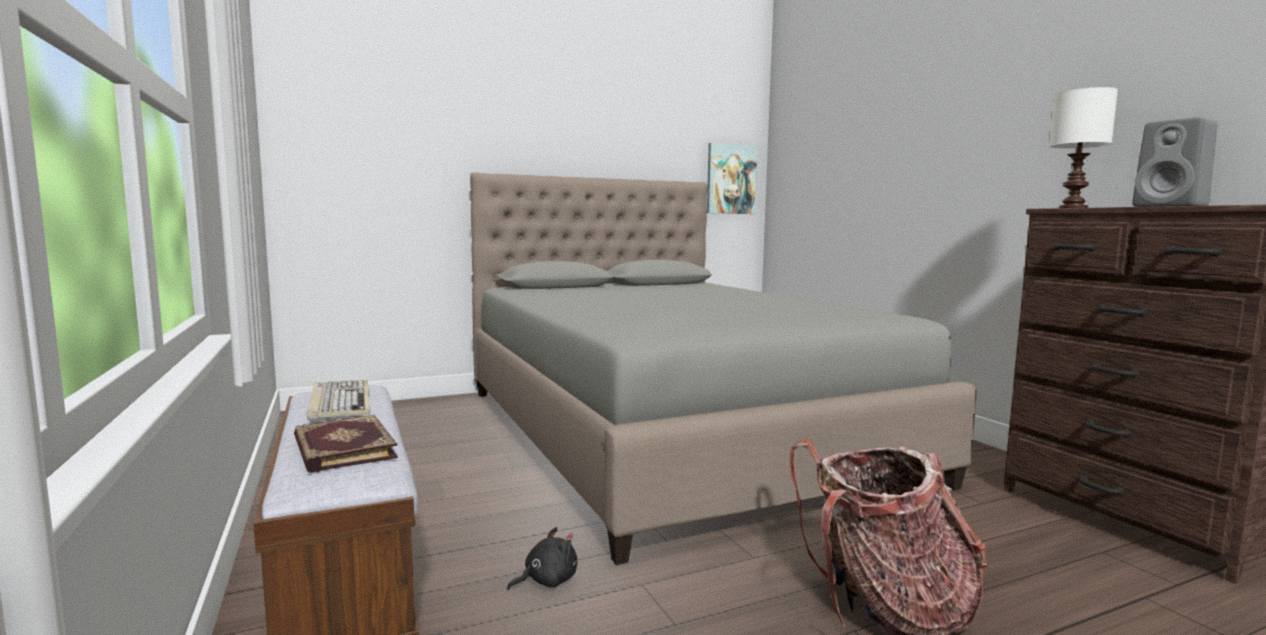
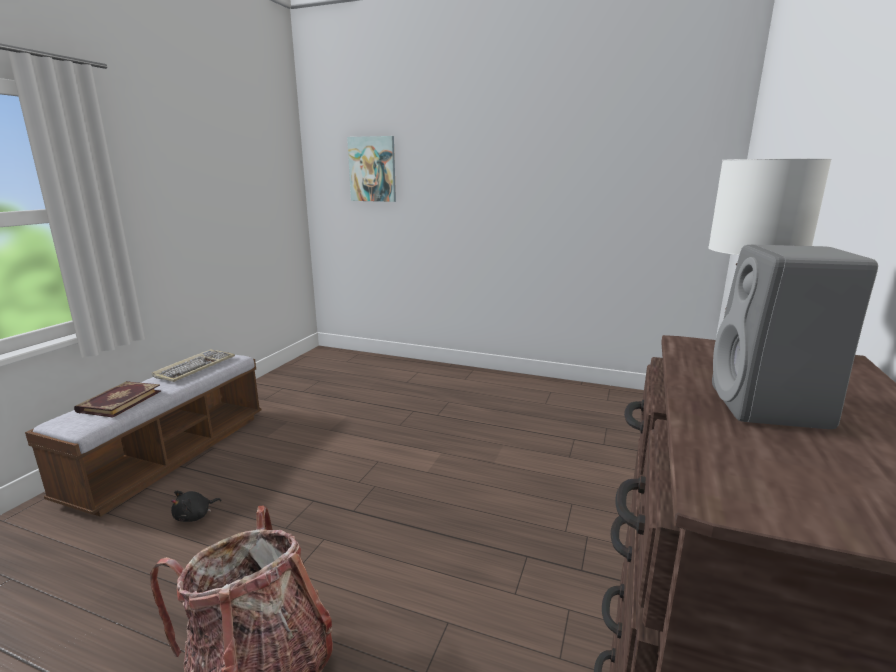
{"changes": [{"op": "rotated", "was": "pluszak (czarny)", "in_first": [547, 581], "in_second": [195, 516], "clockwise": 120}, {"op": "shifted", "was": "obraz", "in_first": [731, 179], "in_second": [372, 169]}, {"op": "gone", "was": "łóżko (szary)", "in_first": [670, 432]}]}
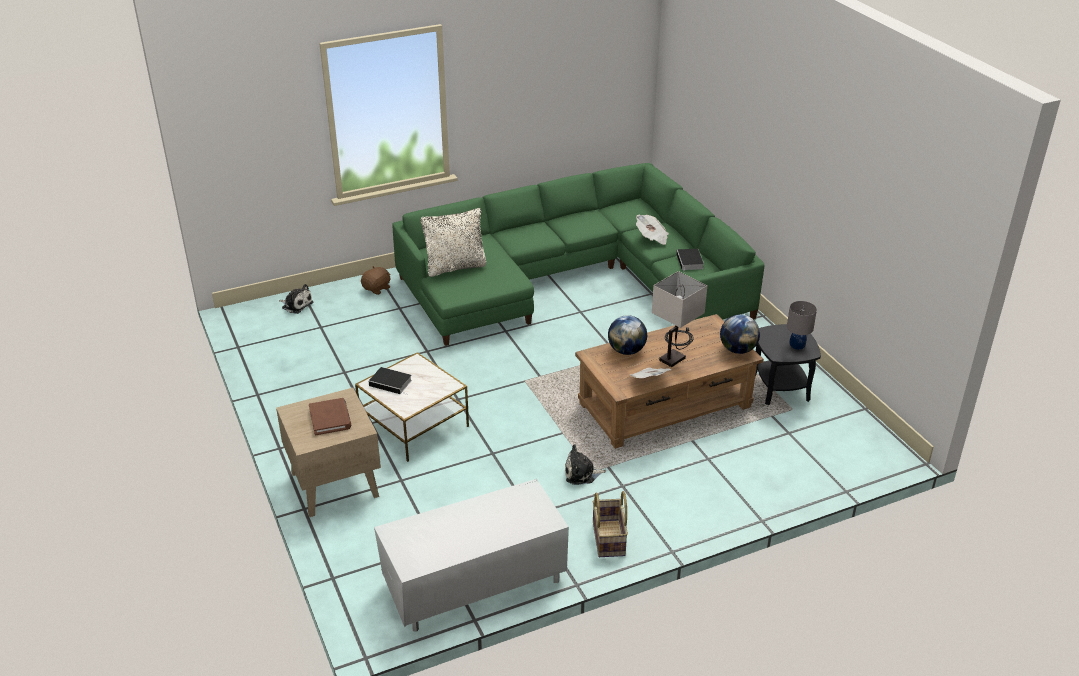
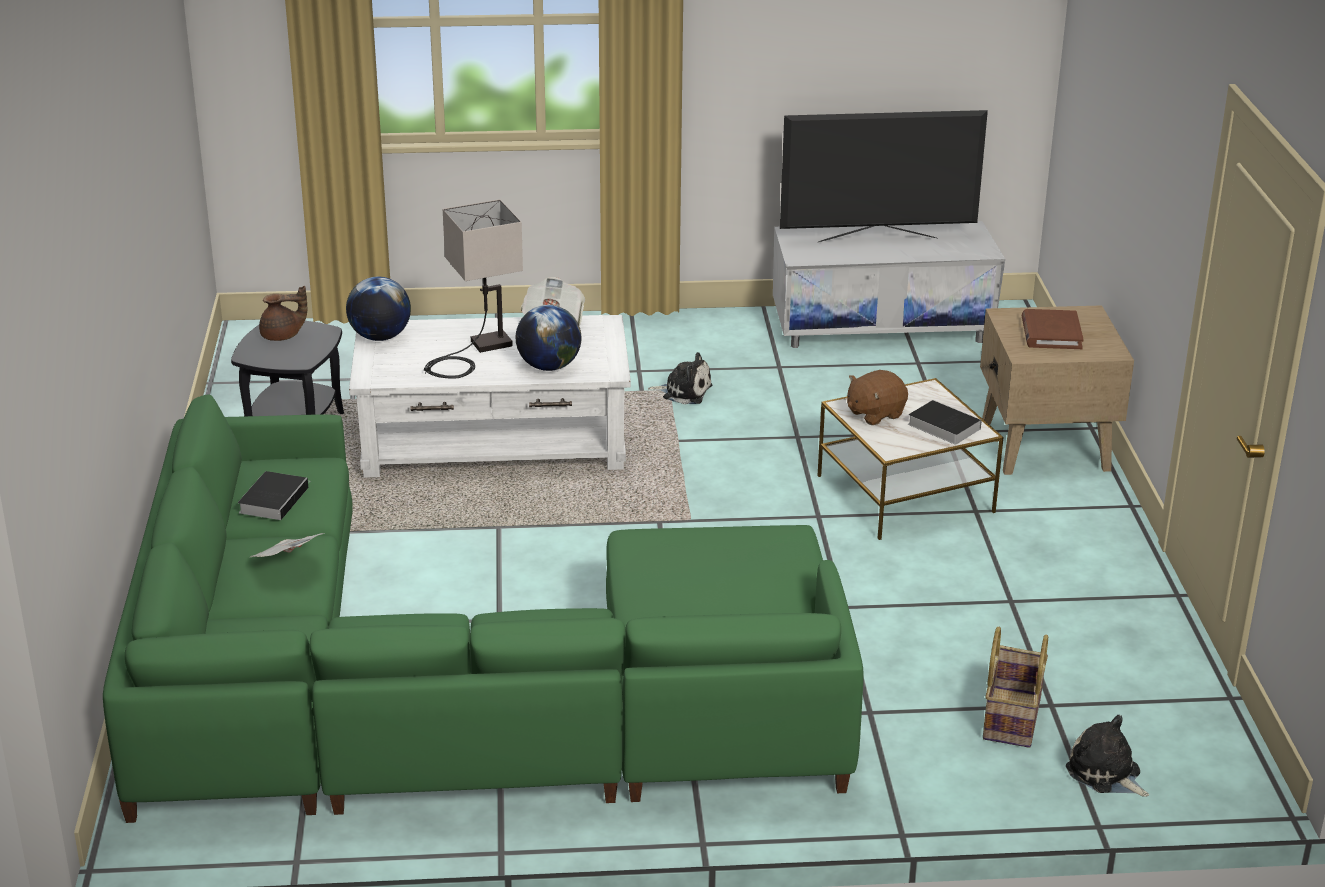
{"changes": [{"op": "swapped", "was": "lampa stołowa (szary)", "now": "imbryk (brązowy)", "in_first": [796, 346], "in_second": [282, 336]}, {"op": "repainted", "was": "ława (brązowy)", "now": "ława (biały)", "in_first": [665, 405], "in_second": [493, 442]}, {"op": "new", "now": "telewizor", "in_second": [877, 239]}, {"op": "shifted", "was": "pluszak (brązowy)", "in_first": [377, 288], "in_second": [874, 413]}, {"op": "shifted", "was": "koszyk", "in_first": [609, 539], "in_second": [1010, 717]}, {"op": "gone", "was": "poduszka (beżowy)", "in_first": [456, 268]}]}
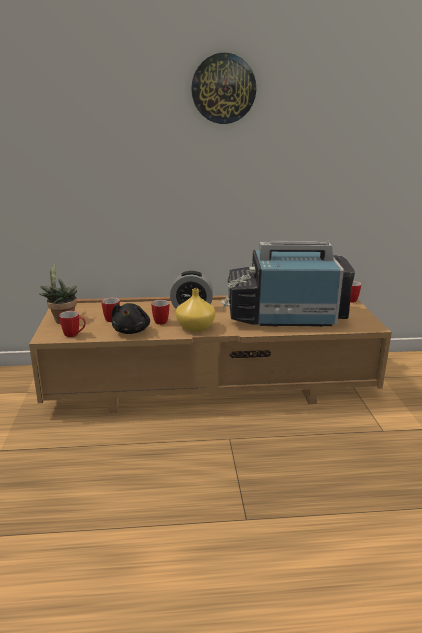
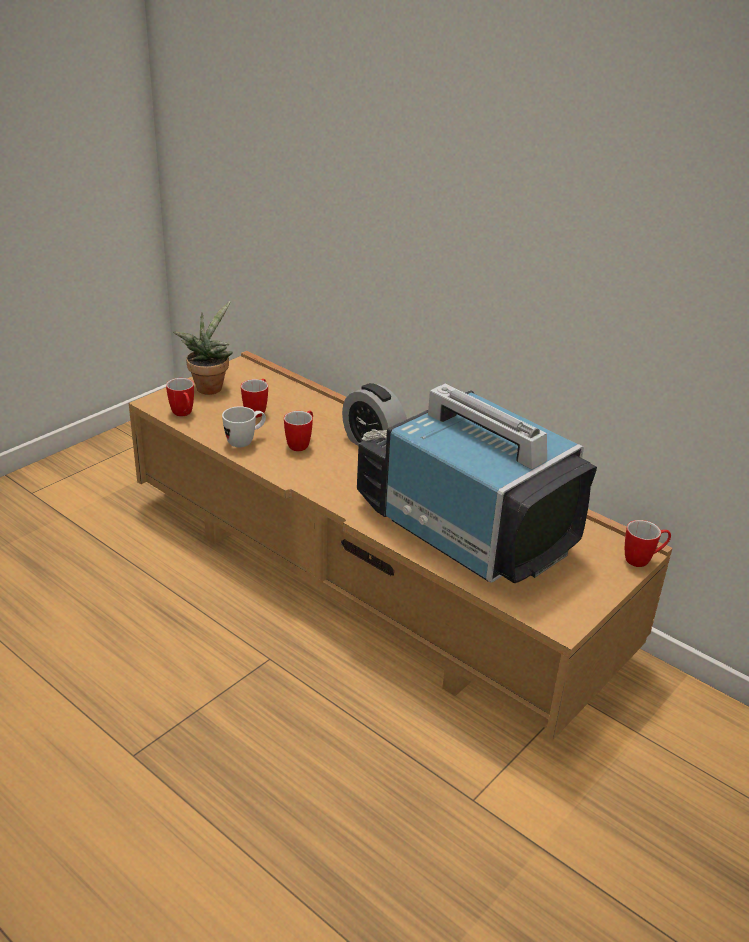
{"changes": [{"op": "swapped", "was": "pluszak (czarny)", "now": "kubek (biały)", "in_first": [132, 331], "in_second": [245, 441]}, {"op": "gone", "was": "wazon (żółty)", "in_first": [194, 327]}, {"op": "gone", "was": "zegar ścienny", "in_first": [223, 89]}]}
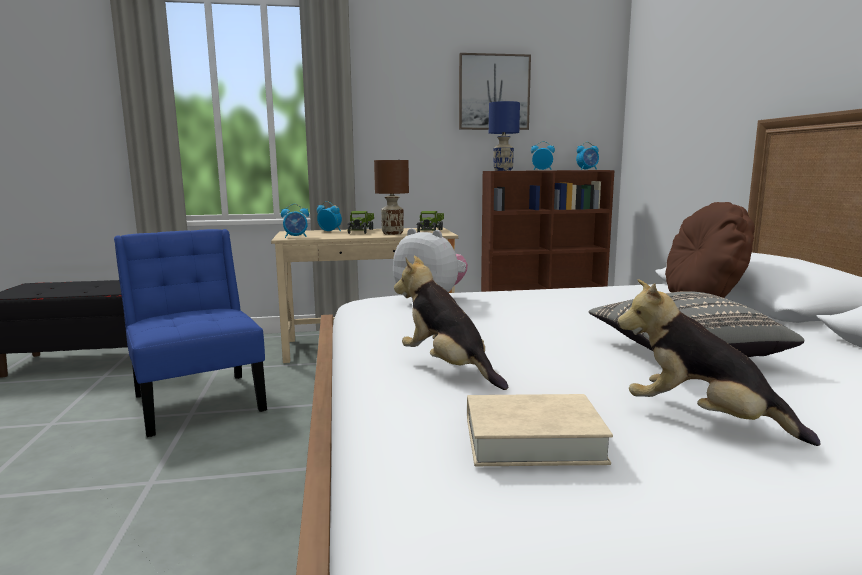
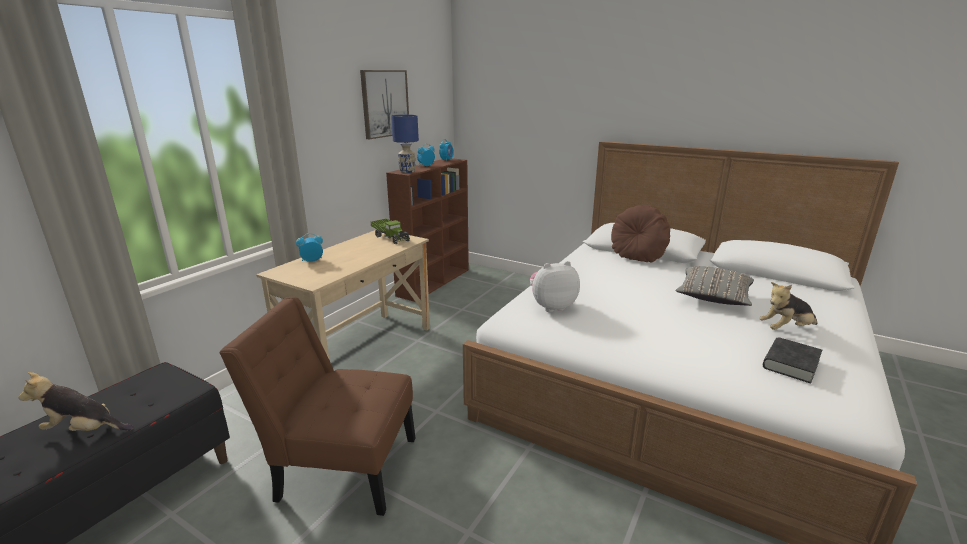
{"changes": [{"op": "shifted", "was": "pluszak", "in_first": [447, 368], "in_second": [84, 430]}, {"op": "repainted", "was": "krzesło (niebieski)", "now": "krzesło (brązowy)", "in_first": [198, 400], "in_second": [341, 466]}, {"op": "repainted", "was": "książka (beżowy)", "now": "książka (czarny)", "in_first": [532, 440], "in_second": [790, 364]}, {"op": "gone", "was": "budzik", "in_first": [296, 237]}, {"op": "gone", "was": "ciężarówka zabawkowa", "in_first": [361, 231]}, {"op": "gone", "was": "lampa stołowa (brązowy)", "in_first": [393, 233]}]}
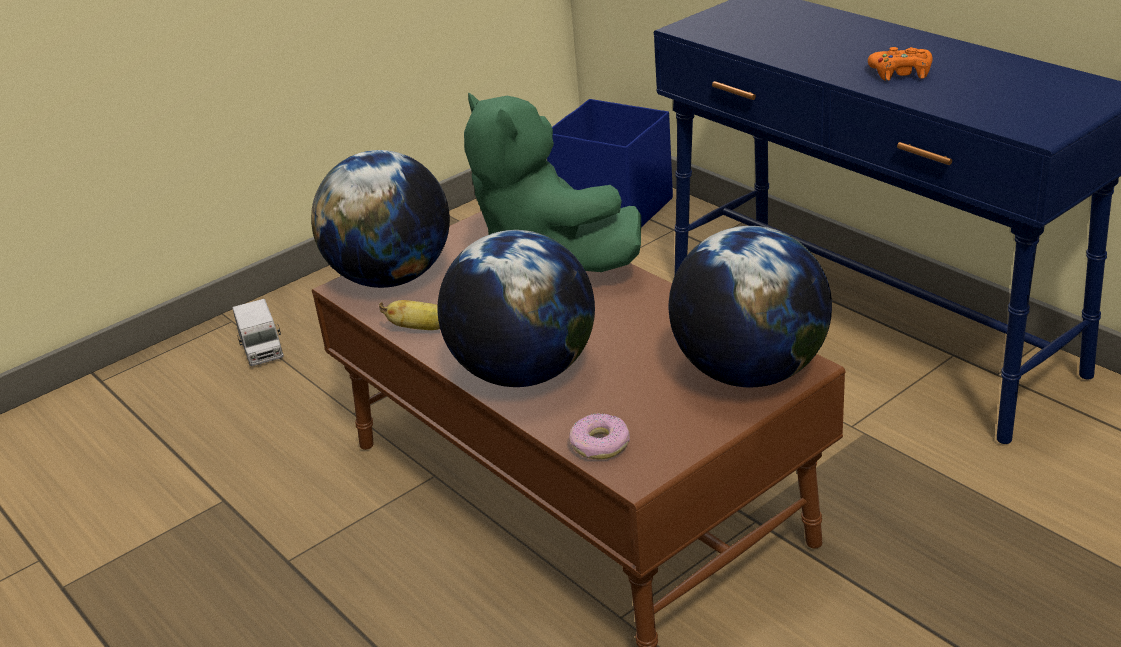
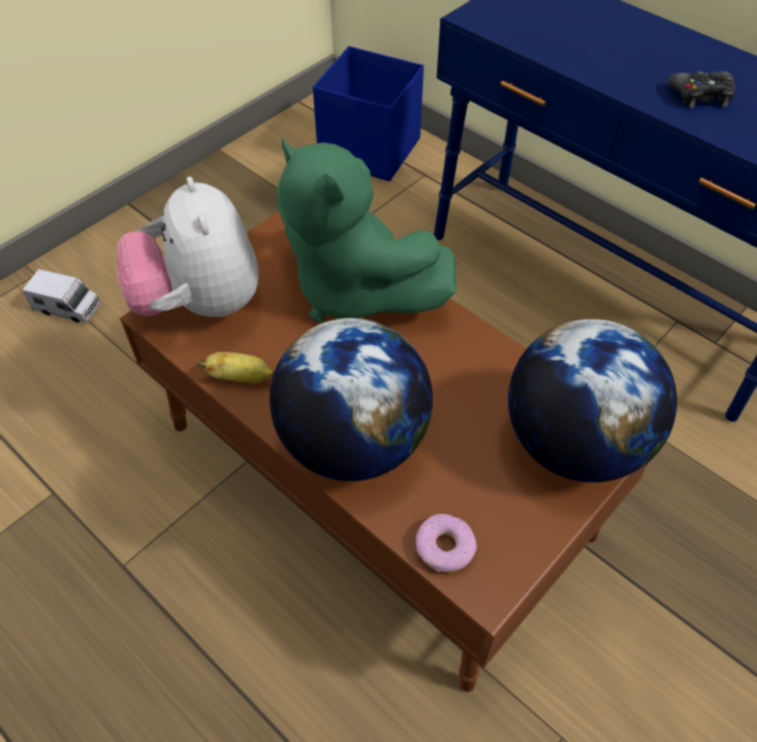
{"changes": [{"op": "rotated", "was": "ciężarówka zabawkowa", "in_first": [261, 348], "in_second": [68, 308], "clockwise": -45}, {"op": "swapped", "was": "globus", "now": "pluszak", "in_first": [392, 277], "in_second": [200, 303]}, {"op": "repainted", "was": "pad do gier (pomarańczowy)", "now": "pad do gier (czarny)", "in_first": [901, 72], "in_second": [700, 96]}]}
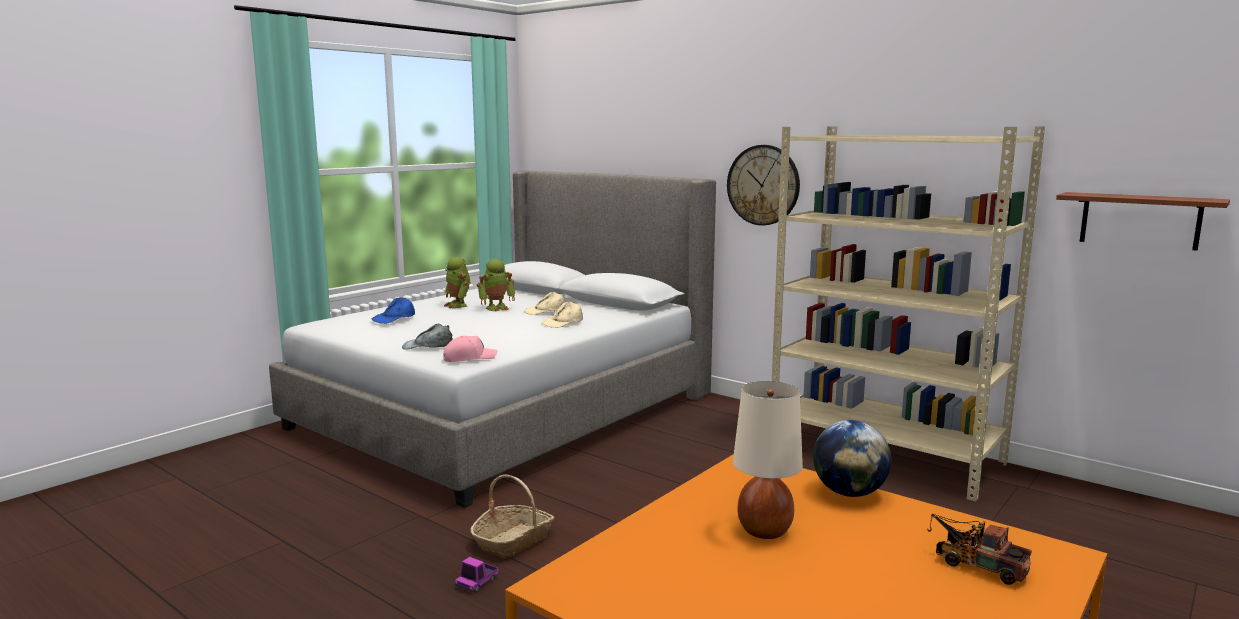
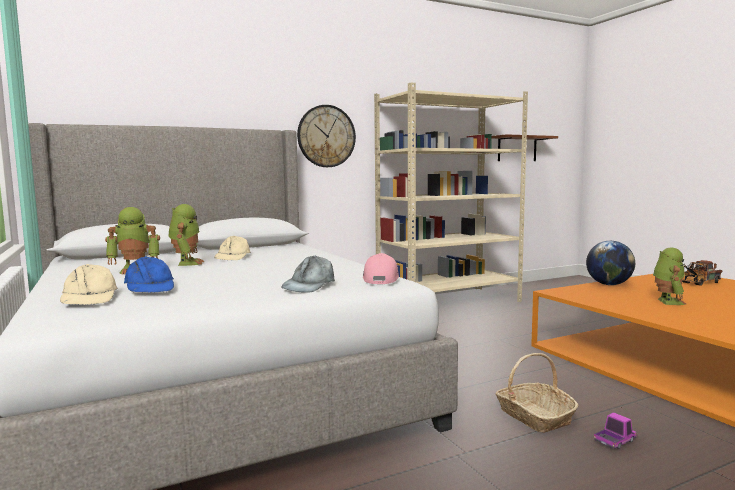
{"changes": [{"op": "shifted", "was": "czapka z daszkiem (beżowy)", "in_first": [563, 322], "in_second": [89, 297]}, {"op": "rotated", "was": "ciężarówka zabawkowa", "in_first": [477, 582], "in_second": [614, 441], "clockwise": -90}, {"op": "swapped", "was": "lampa stołowa (beżowy)", "now": "robot zabawkowy", "in_first": [764, 530], "in_second": [667, 302]}]}
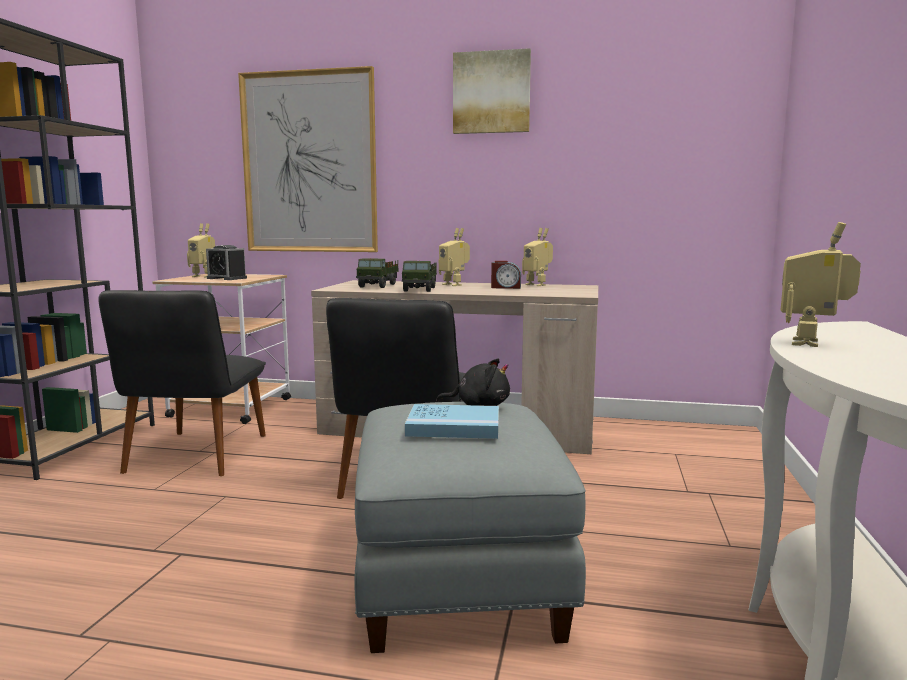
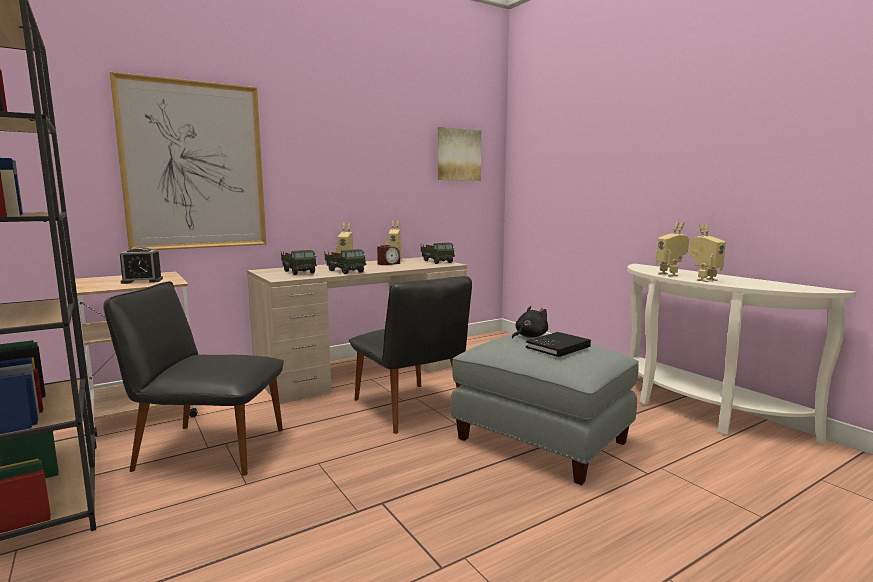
{"changes": [{"op": "rotated", "was": "krzesło (czarny)", "in_first": [198, 453], "in_second": [211, 449], "clockwise": 135}, {"op": "new", "now": "ciężarówka zabawkowa", "in_second": [437, 261]}, {"op": "shifted", "was": "obraz", "in_first": [491, 93], "in_second": [458, 154]}, {"op": "repainted", "was": "książka (niebieski)", "now": "książka (czarny)", "in_first": [453, 426], "in_second": [558, 347]}, {"op": "shifted", "was": "robot zabawkowy", "in_first": [204, 276], "in_second": [703, 280]}]}
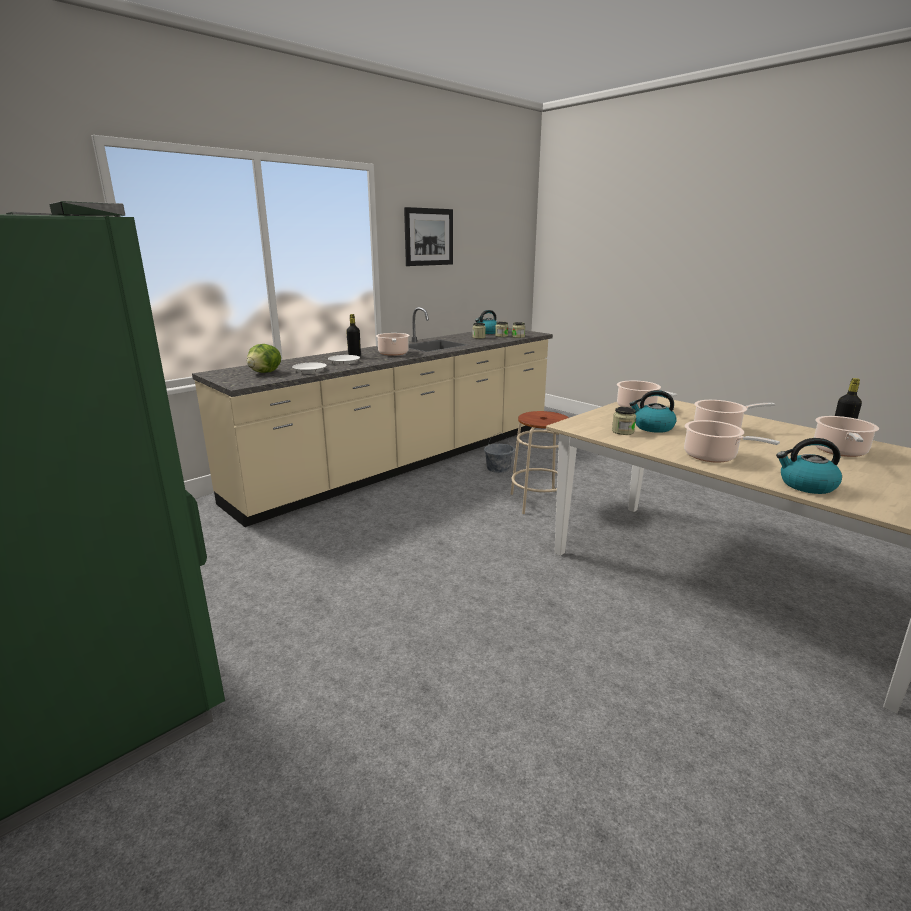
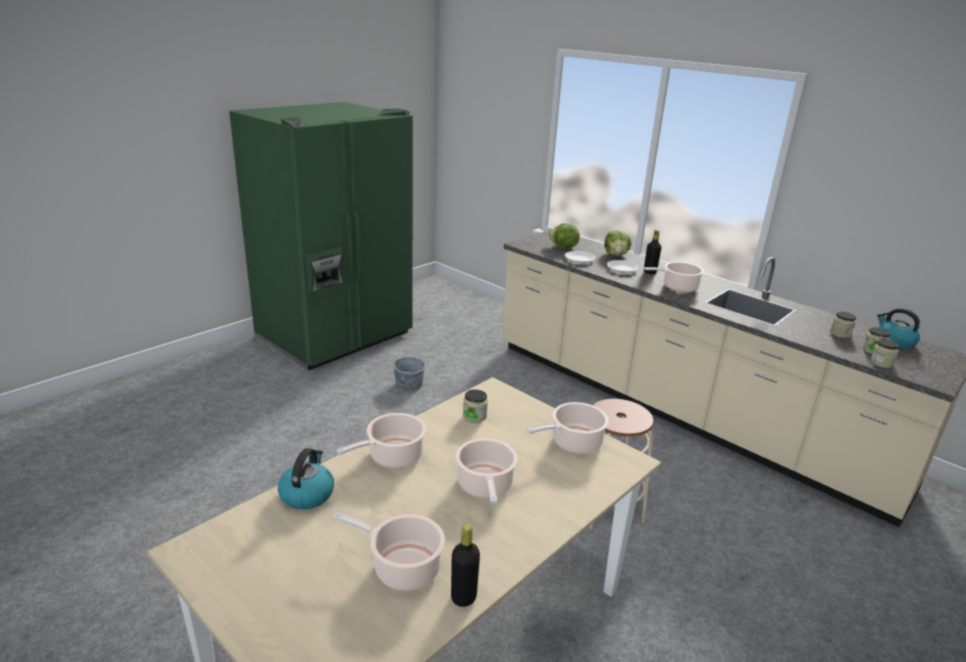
{"changes": [{"op": "shifted", "was": "wiadro (szary)", "in_first": [498, 468], "in_second": [409, 385]}, {"op": "new", "now": "sałata", "in_second": [616, 255]}, {"op": "gone", "was": "obraz", "in_first": [429, 237]}, {"op": "gone", "was": "czajnik", "in_first": [652, 427]}]}
